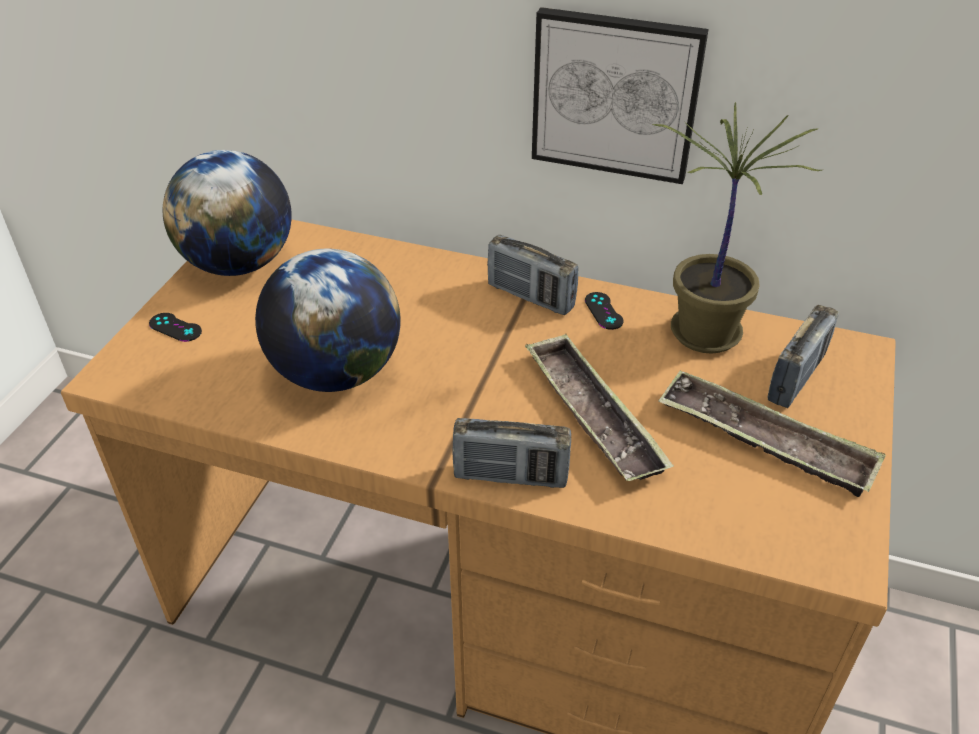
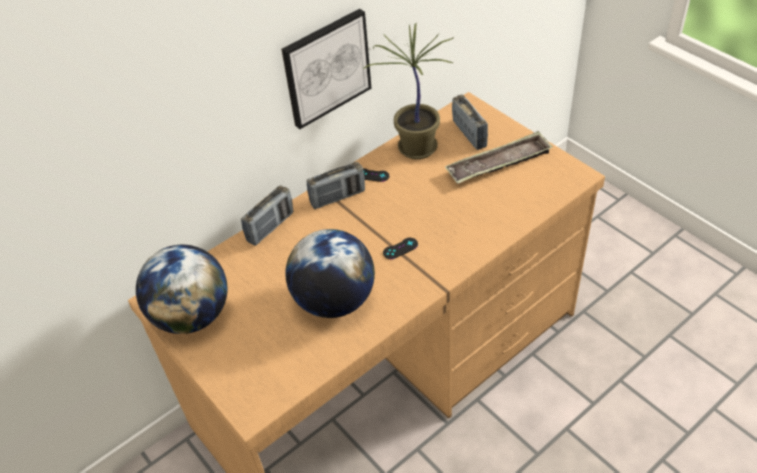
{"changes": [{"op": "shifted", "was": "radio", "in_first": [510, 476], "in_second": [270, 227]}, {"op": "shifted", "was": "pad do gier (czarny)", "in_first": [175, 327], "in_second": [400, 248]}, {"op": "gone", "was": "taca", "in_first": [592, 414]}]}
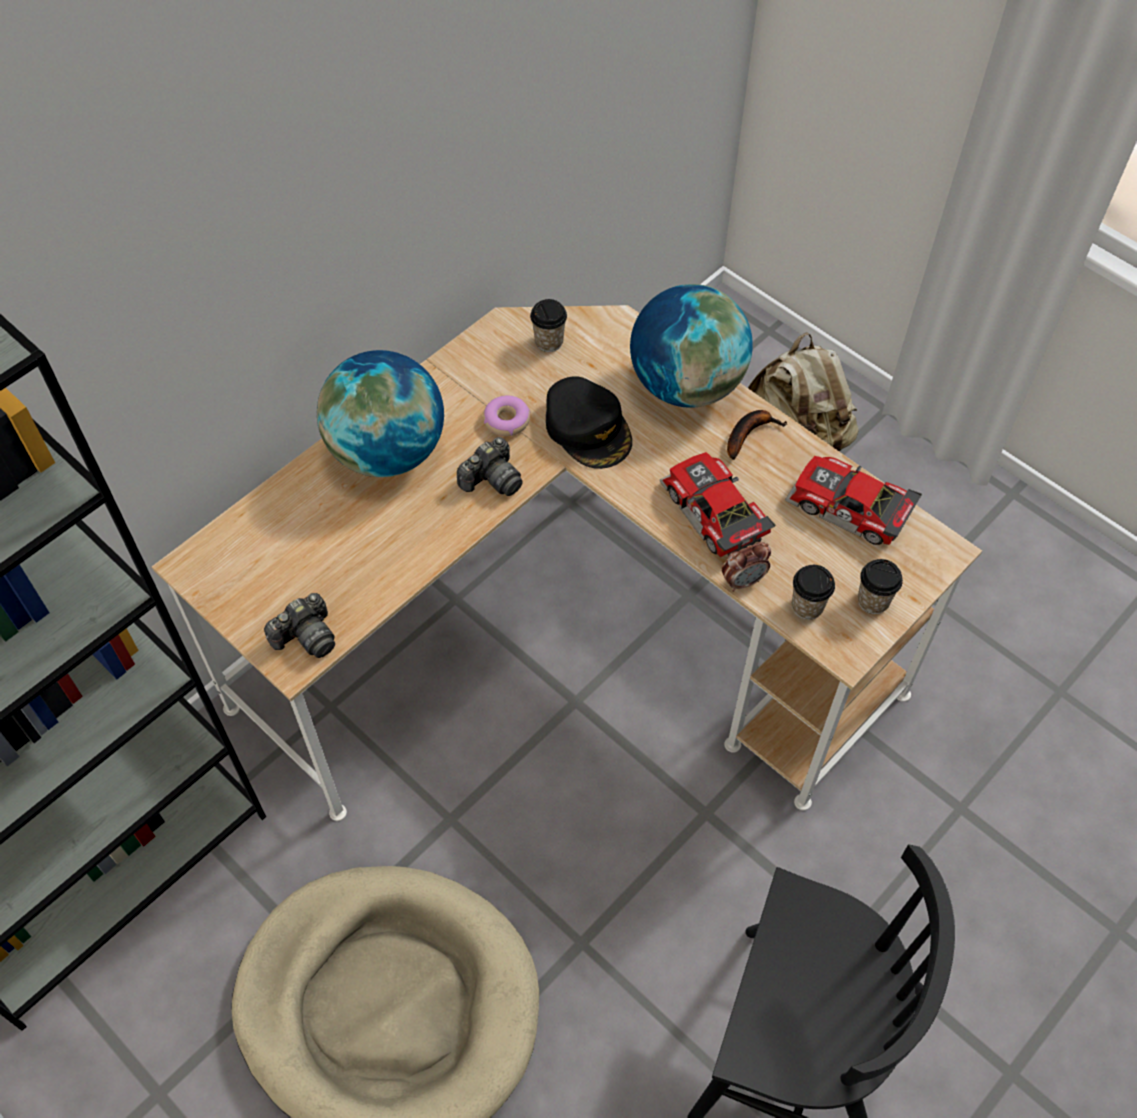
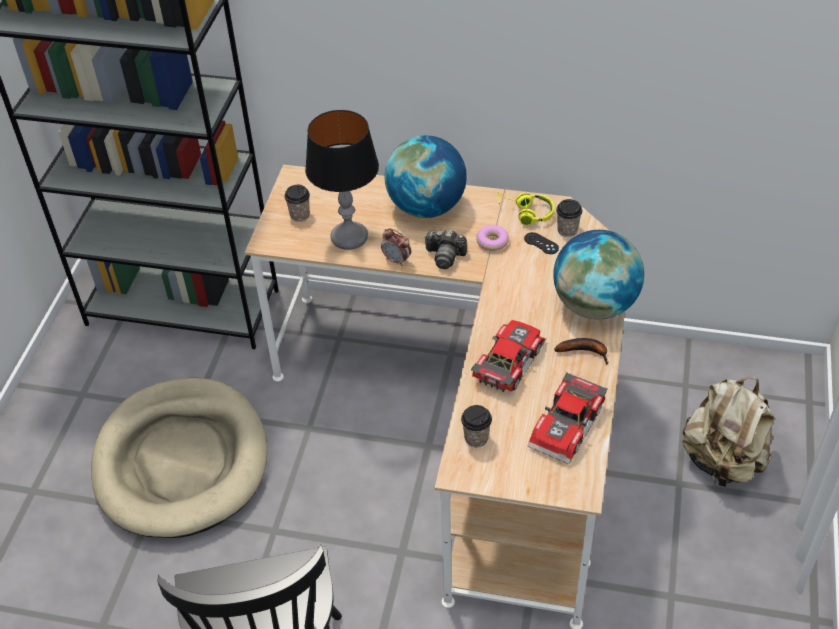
{"changes": [{"op": "shifted", "was": "filiżanka", "in_first": [873, 601], "in_second": [300, 215]}, {"op": "new", "now": "lampa stołowa", "in_second": [349, 237]}, {"op": "shifted", "was": "budzik", "in_first": [743, 581], "in_second": [397, 260]}, {"op": "new", "now": "słuchawki (żółty)", "in_second": [526, 213]}, {"op": "new", "now": "pad do gier (czarny)", "in_second": [541, 243]}, {"op": "rotated", "was": "samochodzik", "in_first": [848, 510], "in_second": [569, 426], "clockwise": -150}, {"op": "gone", "was": "aparat fotograficzny", "in_first": [306, 636]}, {"op": "gone", "was": "czapka z daszkiem (czarny)", "in_first": [588, 428]}]}
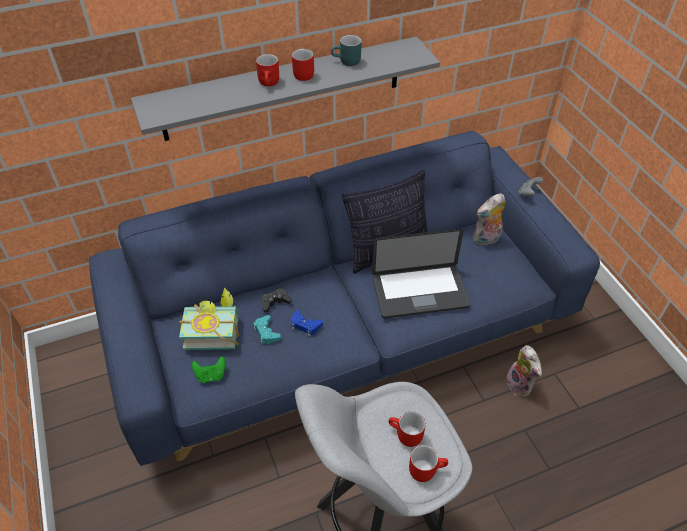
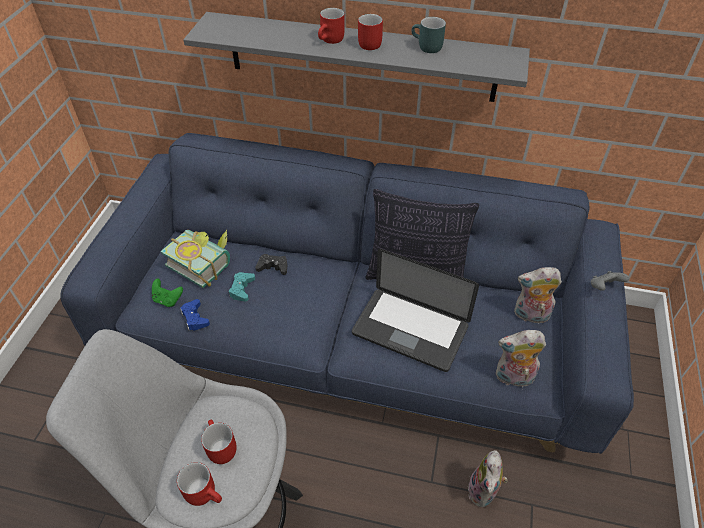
{"changes": [{"op": "shifted", "was": "pad do gier (niebieski)", "in_first": [305, 325], "in_second": [195, 318]}, {"op": "new", "now": "pluszak", "in_second": [513, 378]}]}
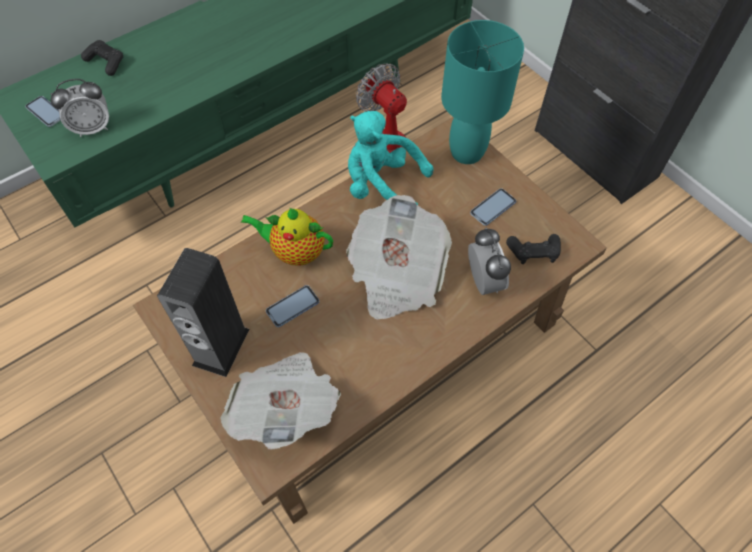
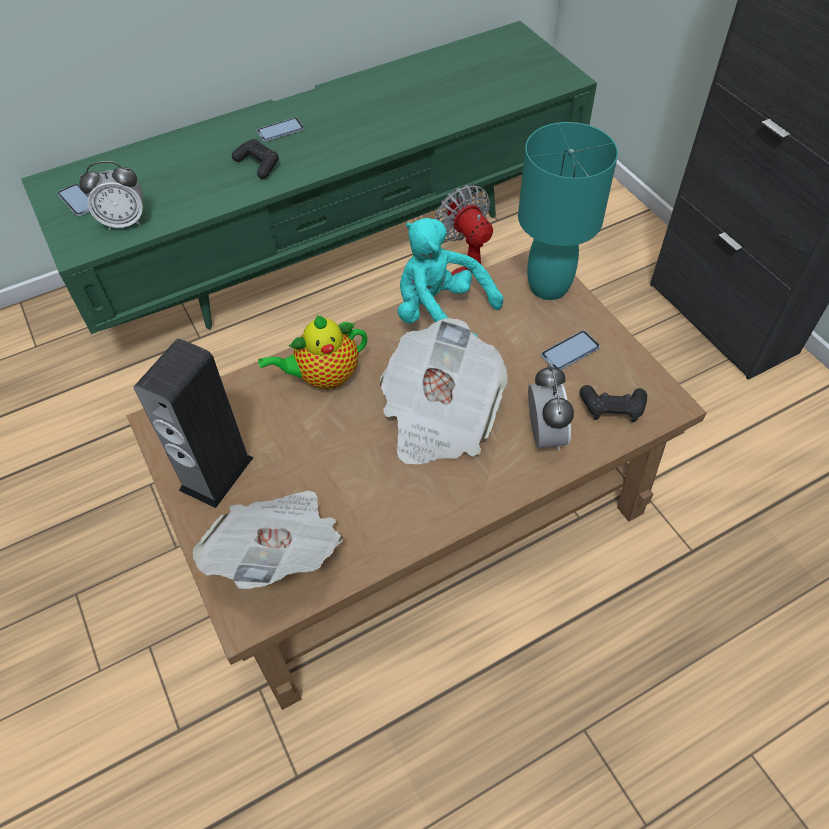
{"changes": [{"op": "shifted", "was": "pad do gier (czarny)", "in_first": [106, 62], "in_second": [258, 164]}, {"op": "shifted", "was": "telefon", "in_first": [292, 307], "in_second": [280, 131]}, {"op": "rotated", "was": "imbryk", "in_first": [295, 252], "in_second": [324, 377], "clockwise": -45}]}
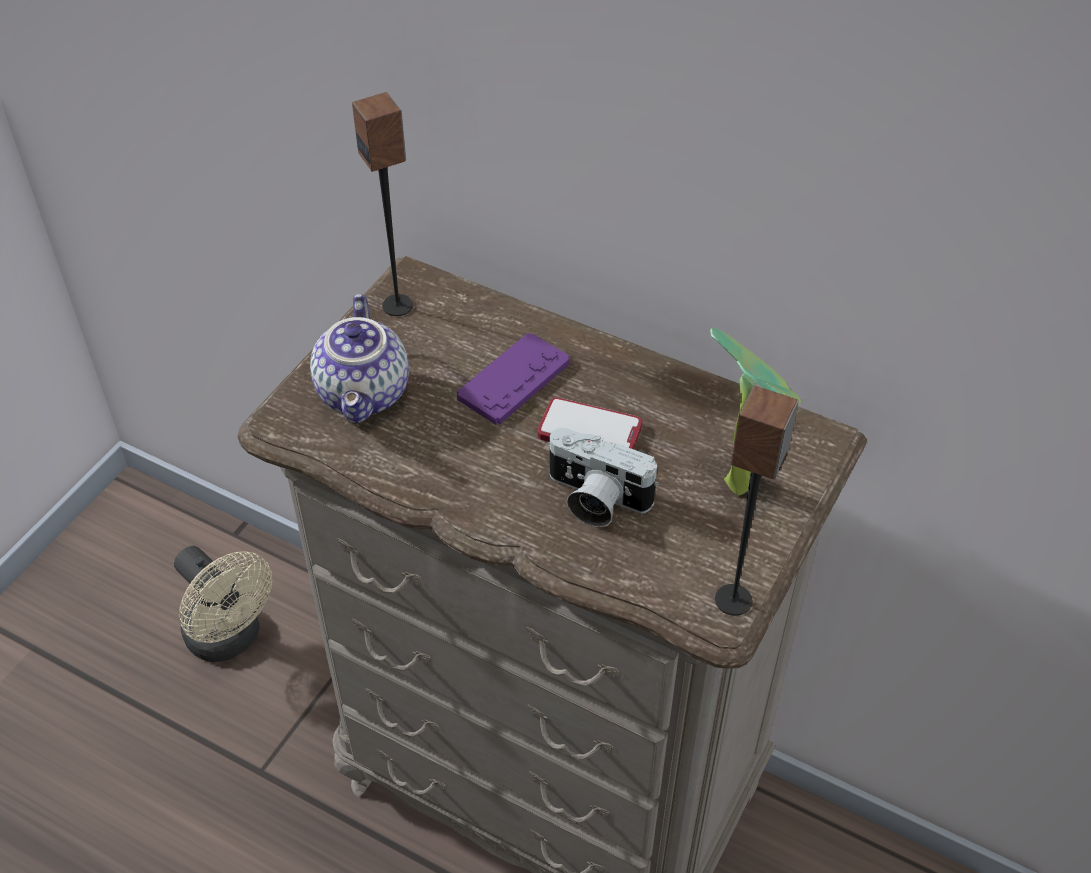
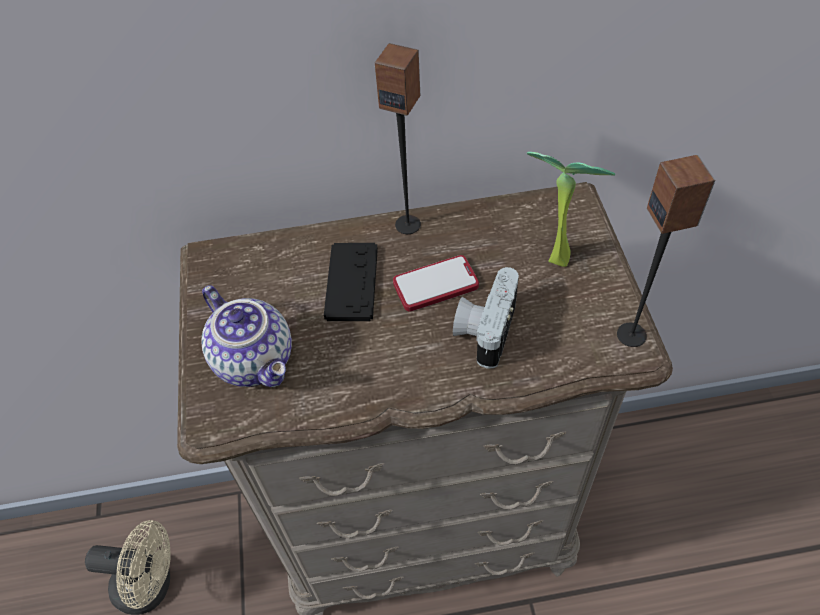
{"changes": [{"op": "repainted", "was": "pad do gier (fioletowy)", "now": "pad do gier (czarny)", "in_first": [514, 380], "in_second": [352, 282]}, {"op": "shifted", "was": "głośnik", "in_first": [398, 305], "in_second": [408, 224]}, {"op": "rotated", "was": "aparat fotograficzny", "in_first": [594, 499], "in_second": [484, 328], "clockwise": 120}]}
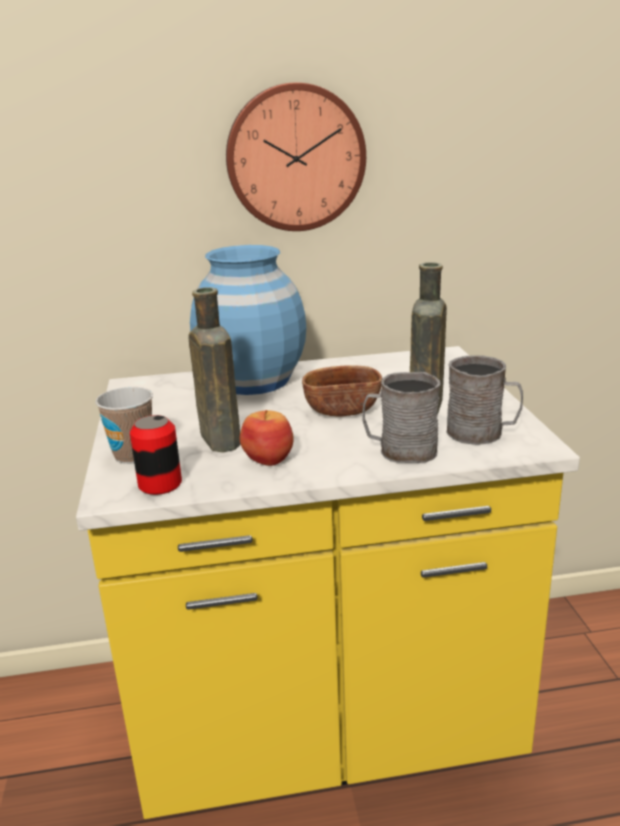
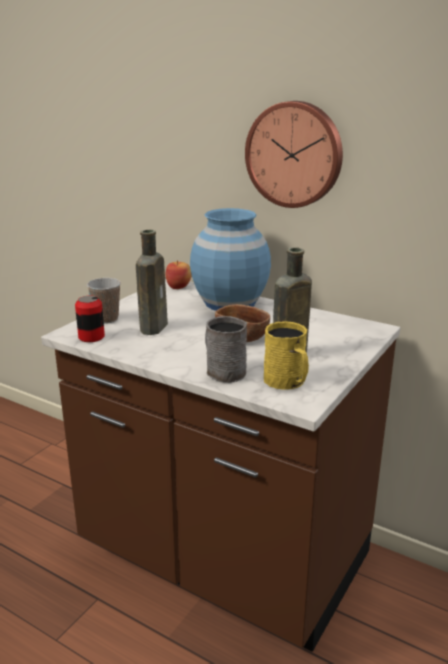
{"changes": [{"op": "repainted", "was": "zabudowa kuchenna (żółty)", "now": "zabudowa kuchenna (brązowy)", "in_first": [324, 724], "in_second": [224, 557]}, {"op": "shifted", "was": "jabłko", "in_first": [269, 458], "in_second": [179, 286]}, {"op": "repainted", "was": "kubek (szary)", "now": "kubek (żółty)", "in_first": [482, 433], "in_second": [287, 382]}]}
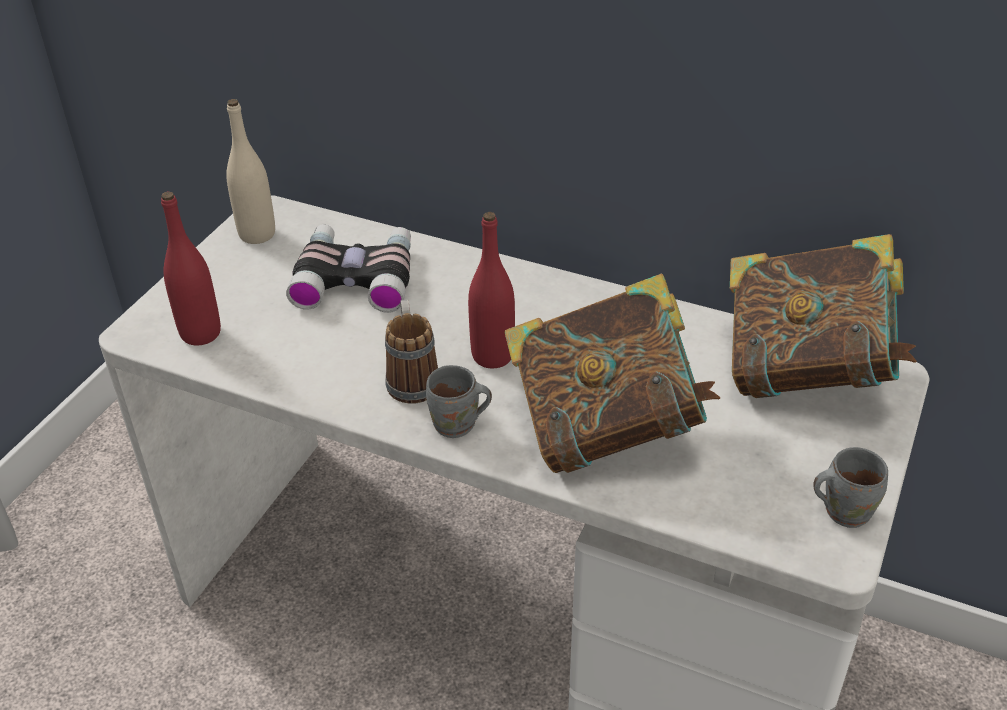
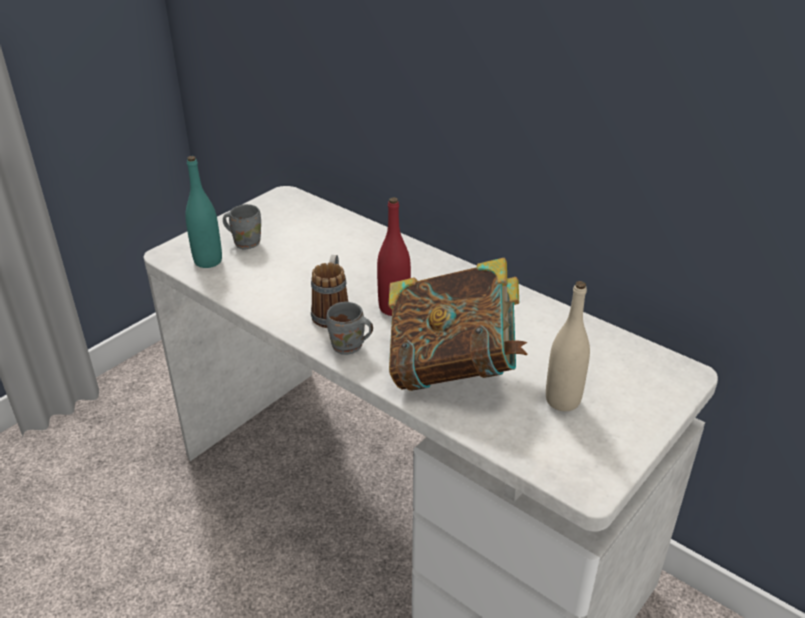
{"changes": [{"op": "repainted", "was": "butelka (czerwony)", "now": "butelka (turkusowy)", "in_first": [200, 333], "in_second": [208, 261]}, {"op": "shifted", "was": "kubek (szary)", "in_first": [843, 509], "in_second": [246, 242]}, {"op": "shifted", "was": "butelka (beżowy)", "in_first": [257, 234], "in_second": [562, 400]}, {"op": "gone", "was": "lornetka", "in_first": [356, 277]}, {"op": "gone", "was": "książka", "in_first": [806, 372]}]}
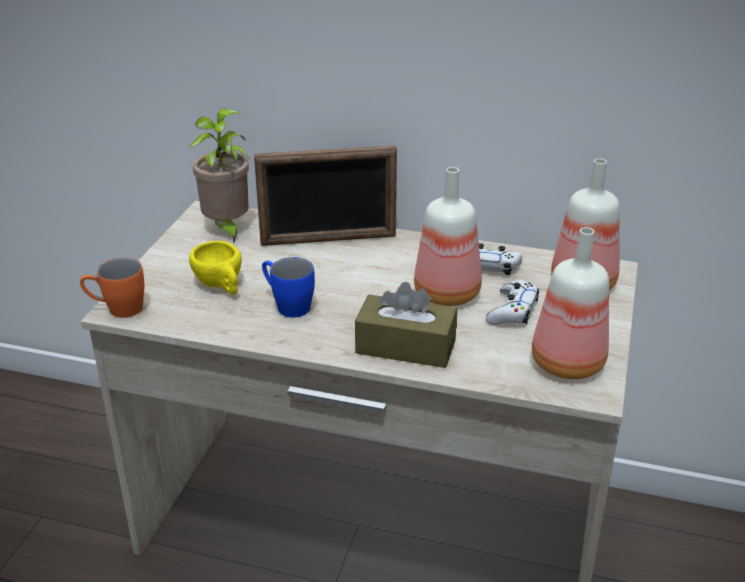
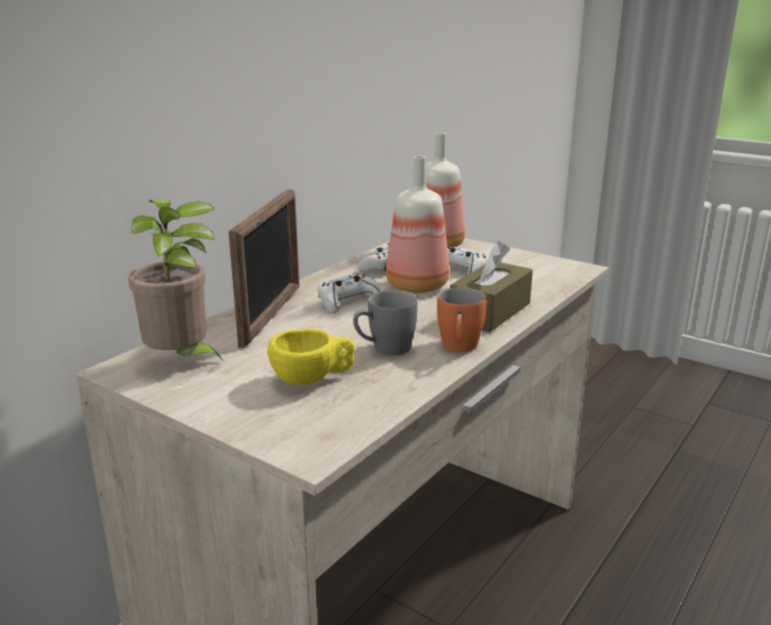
{"changes": [{"op": "new", "now": "pad do gier (biały)", "in_second": [348, 301]}, {"op": "repainted", "was": "kubek (niebieski)", "now": "kubek (szary)", "in_first": [287, 305], "in_second": [384, 350]}, {"op": "shifted", "was": "kubek (pomarańczowy)", "in_first": [117, 309], "in_second": [459, 348]}, {"op": "gone", "was": "butelka", "in_first": [565, 364]}]}
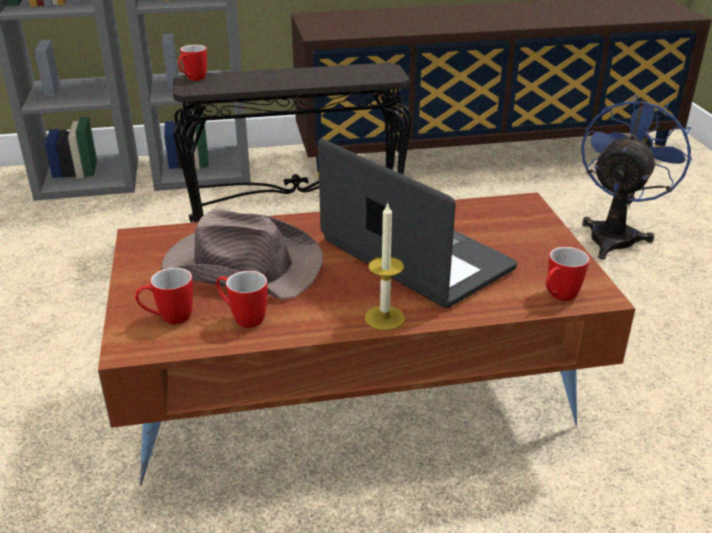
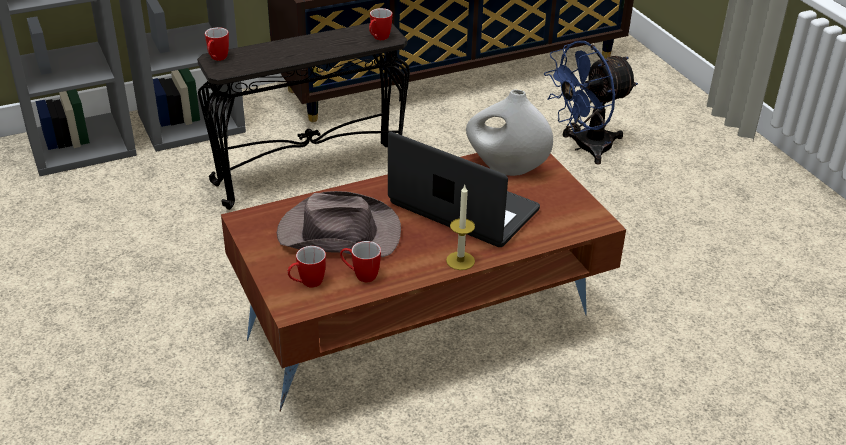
{"changes": [{"op": "shifted", "was": "kubek", "in_first": [558, 297], "in_second": [378, 39]}, {"op": "new", "now": "wazon (biały)", "in_second": [506, 168]}, {"op": "rotated", "was": "wentylator (niebieski)", "in_first": [615, 234], "in_second": [584, 148], "clockwise": -135}]}
